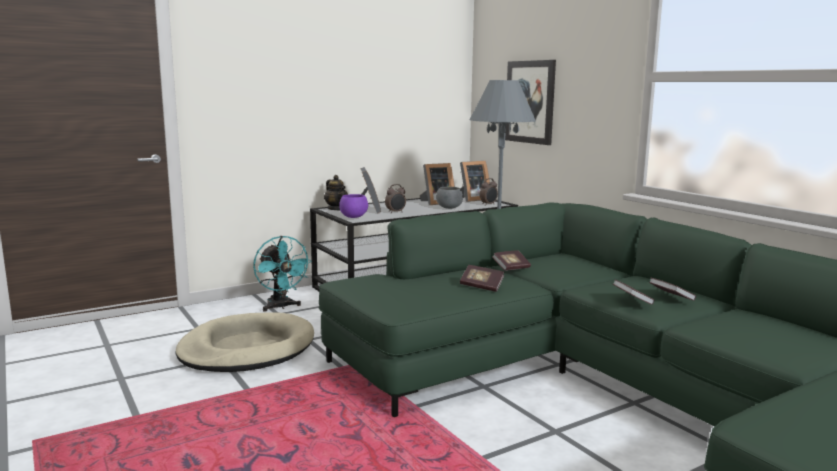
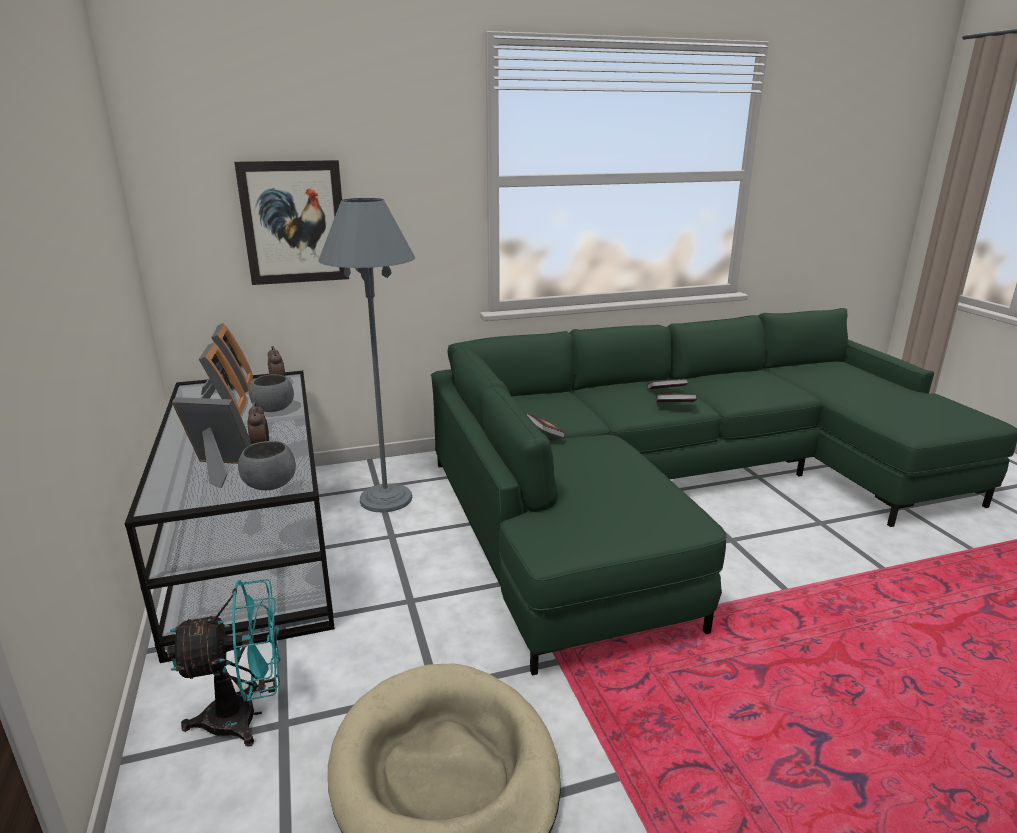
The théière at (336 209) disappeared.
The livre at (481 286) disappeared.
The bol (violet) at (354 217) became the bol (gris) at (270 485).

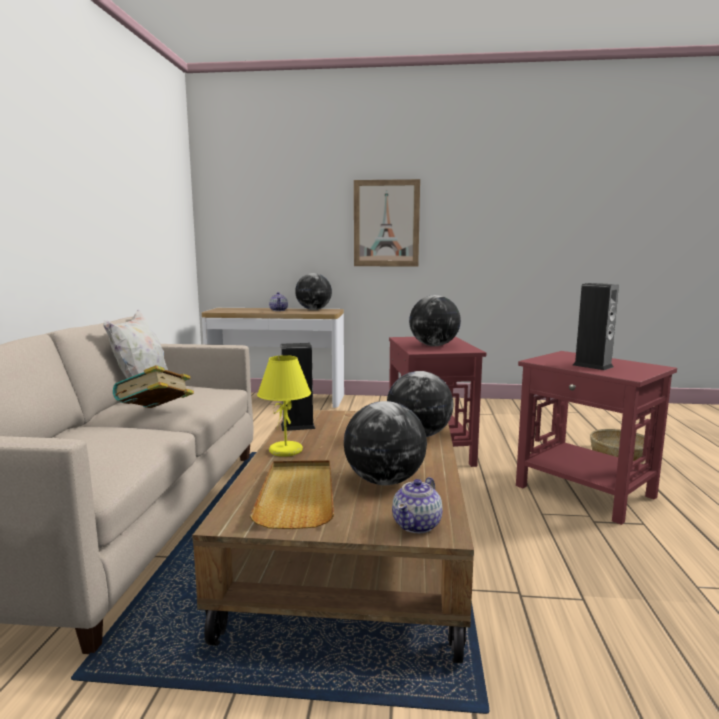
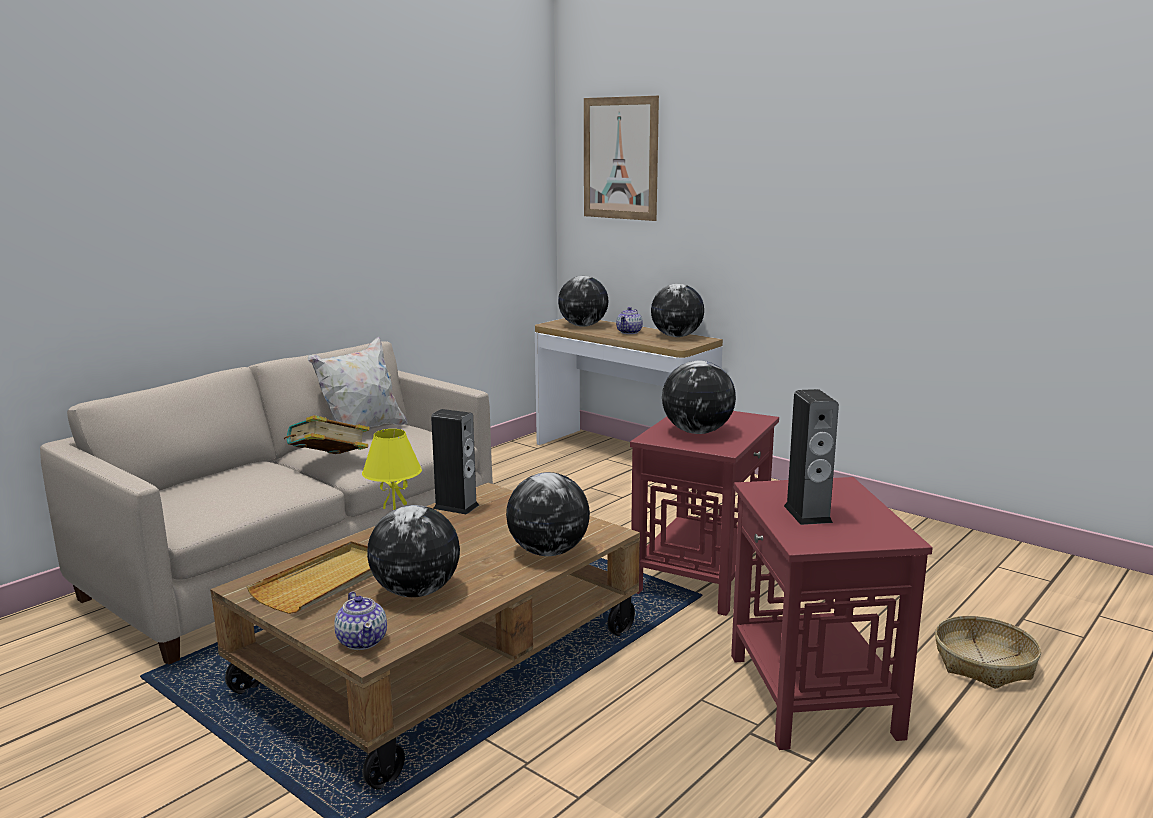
The globe at (583 326) appeared.
The tableau moved from (386 223) to (620 158).
The théière at (417 525) turned 90 degrees counterclockwise.

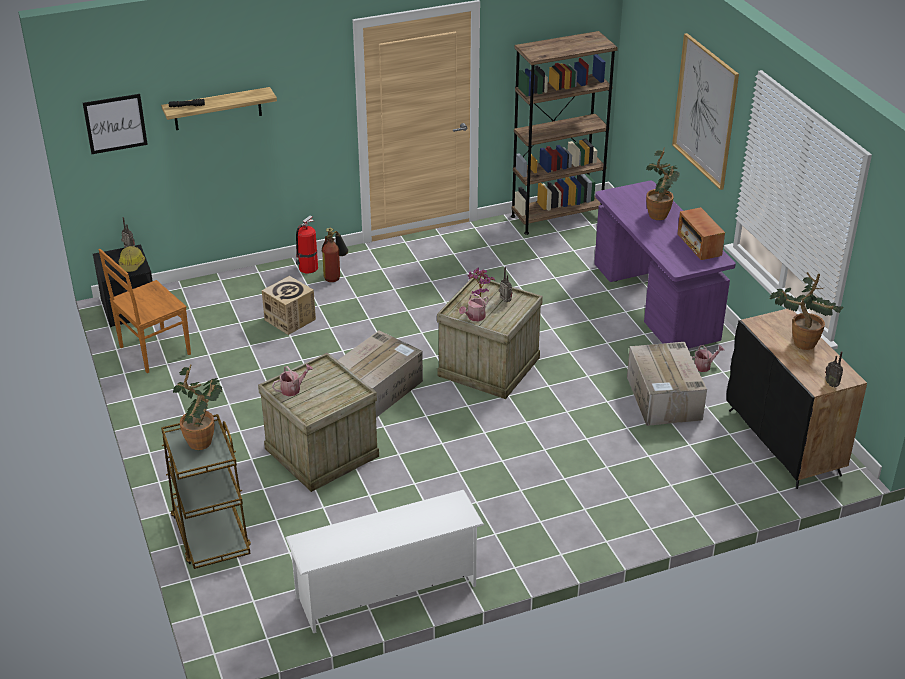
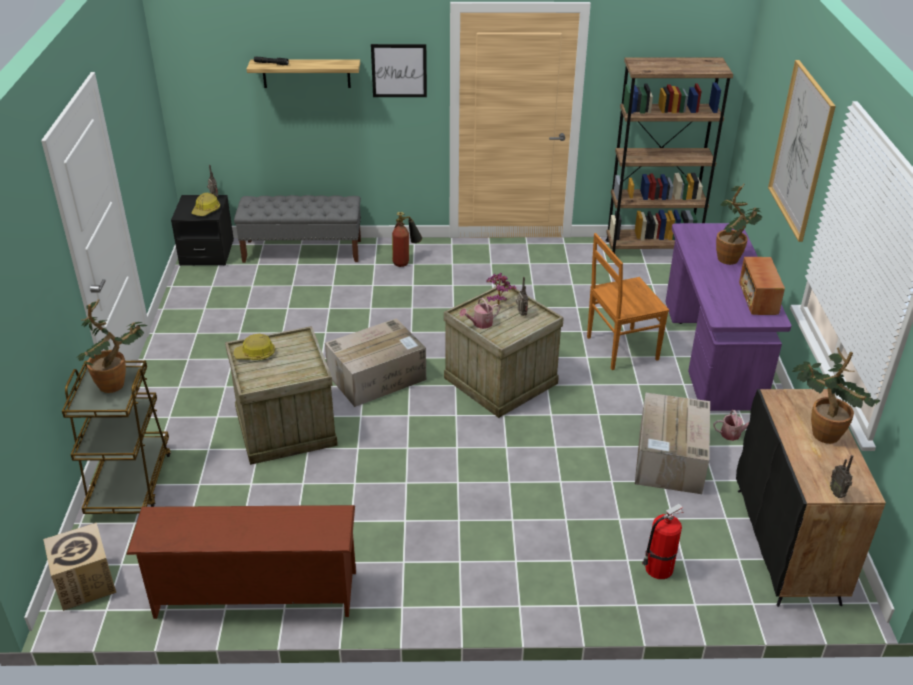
The banc (gris) at (303 251) appeared.
The tableau moved from (115 123) to (399 70).
The chaise (marron) moved from (153 351) to (620 348).
The carton moved from (290 319) to (85 583).
The extincteur moved from (307 268) to (658 569).
The arrosoir at (293 389) was replaced by the casque de chantier at (255 354).
The étagère à chaussures (blanc) at (387 593) became the étagère à chaussures (marron) at (254 596).

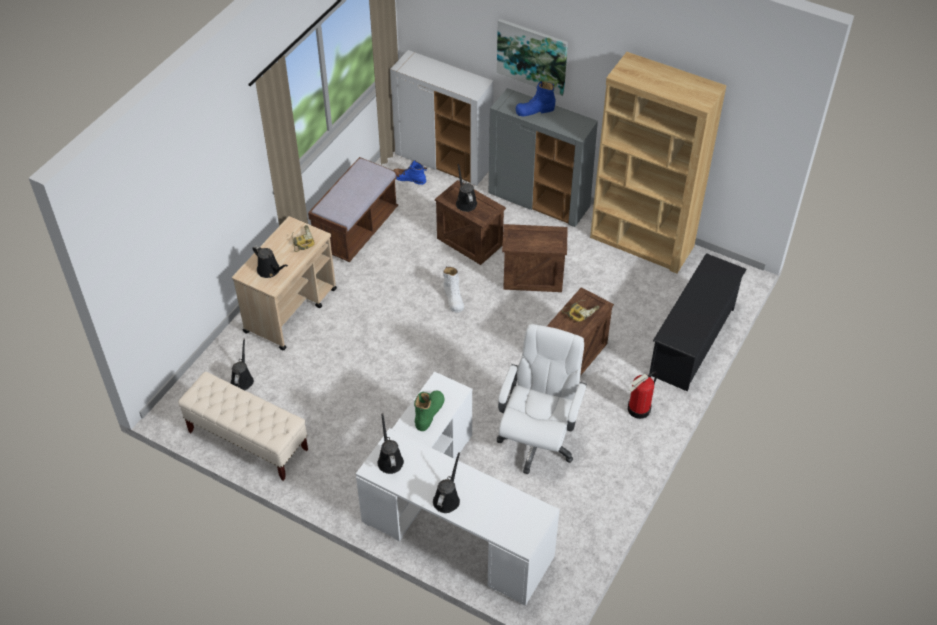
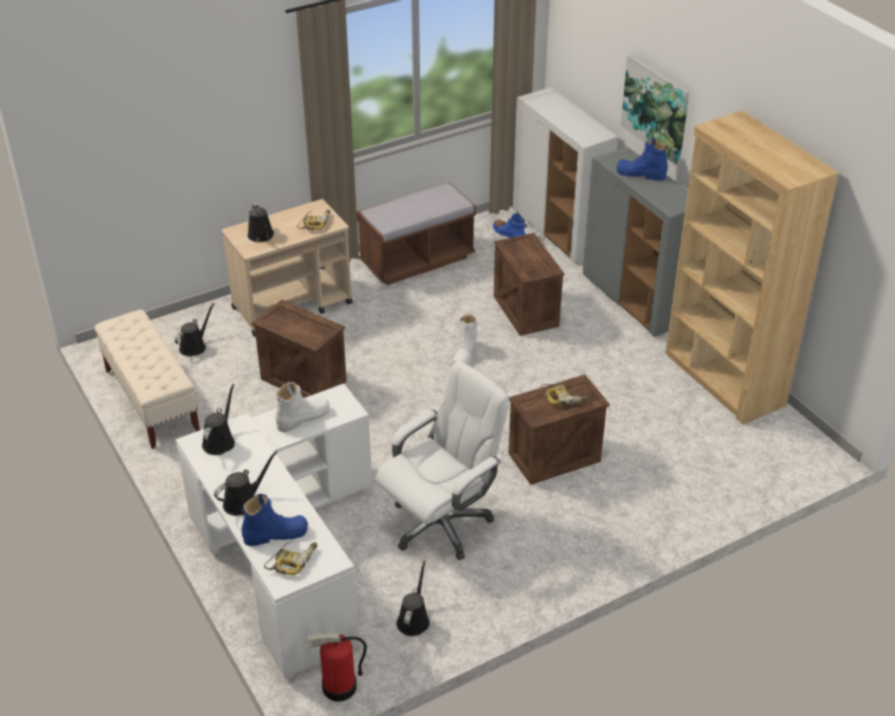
The étagère à chaussures (noir) at (692 342) disappeared.
The botte (bleu) at (275 534) appeared.
The perceuse at (292 560) appeared.
The arrosoir (noir) moved from (465 202) to (414 620).
The caisse moved from (533 277) to (304 380).
The extincteur moved from (639 409) to (339 687).
The botte (vert) at (429 413) became the botte (blanc) at (303 418).

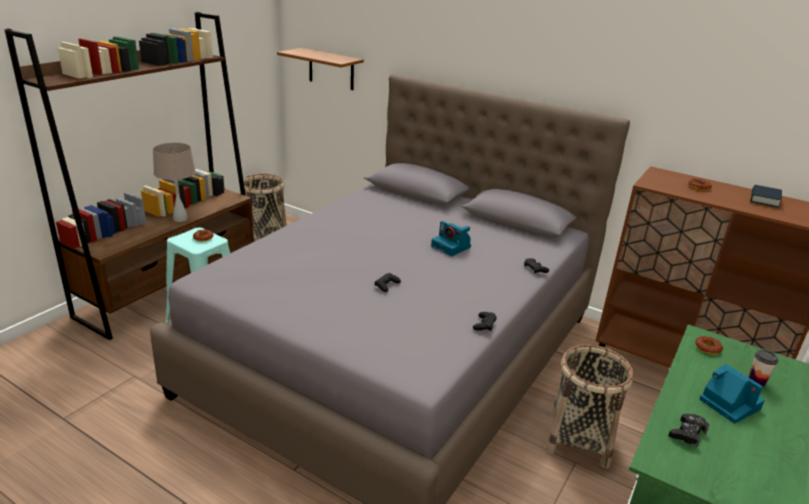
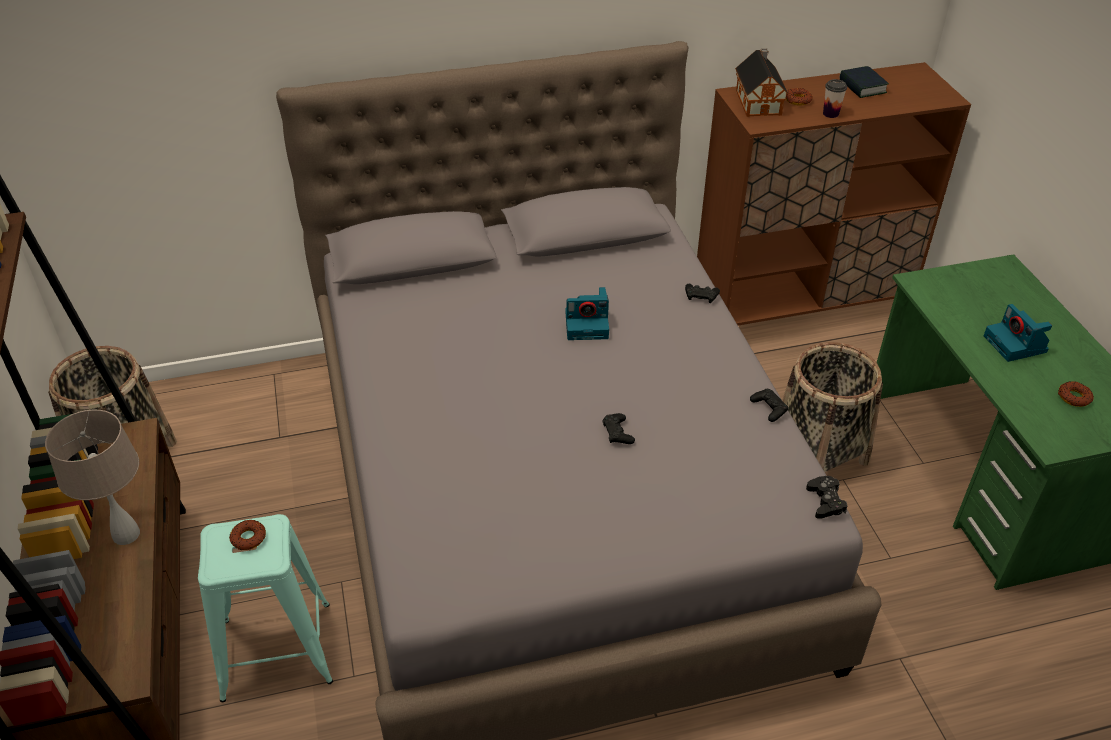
The étagère at (331 69) disappeared.
The maison miniature at (758 101) appeared.
The manette (noir) moved from (687 433) to (825 501).
The beignet moved from (707 348) to (1074 397).
The tasse moved from (756 381) to (830 114).
The appareil photo at (728 403) turned 120 degrees counterclockwise.

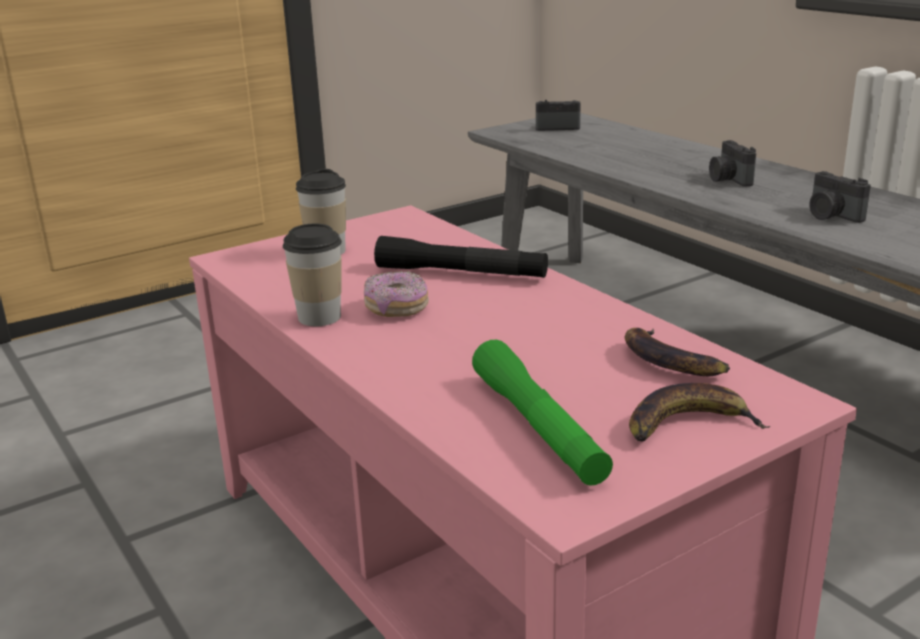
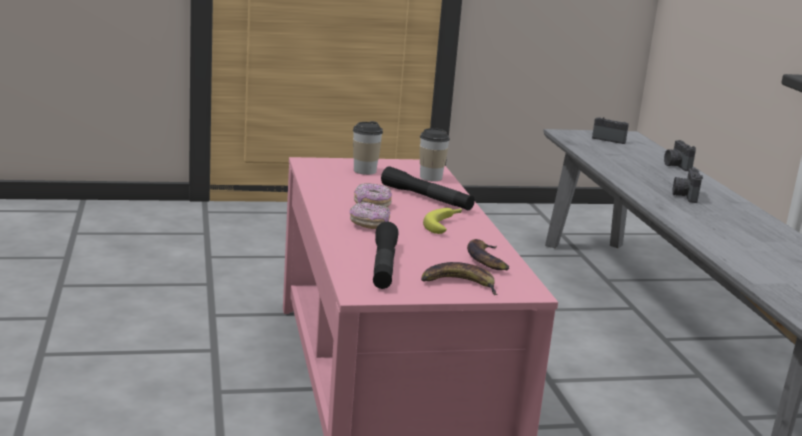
The beignet at (369 225) appeared.
The banane at (445 225) appeared.
The tasse moved from (319 317) to (431 177).
The appareil photo moved from (831 216) to (676 166).
The lampe de poche (vert) at (538 427) became the lampe de poche (noir) at (384 265).

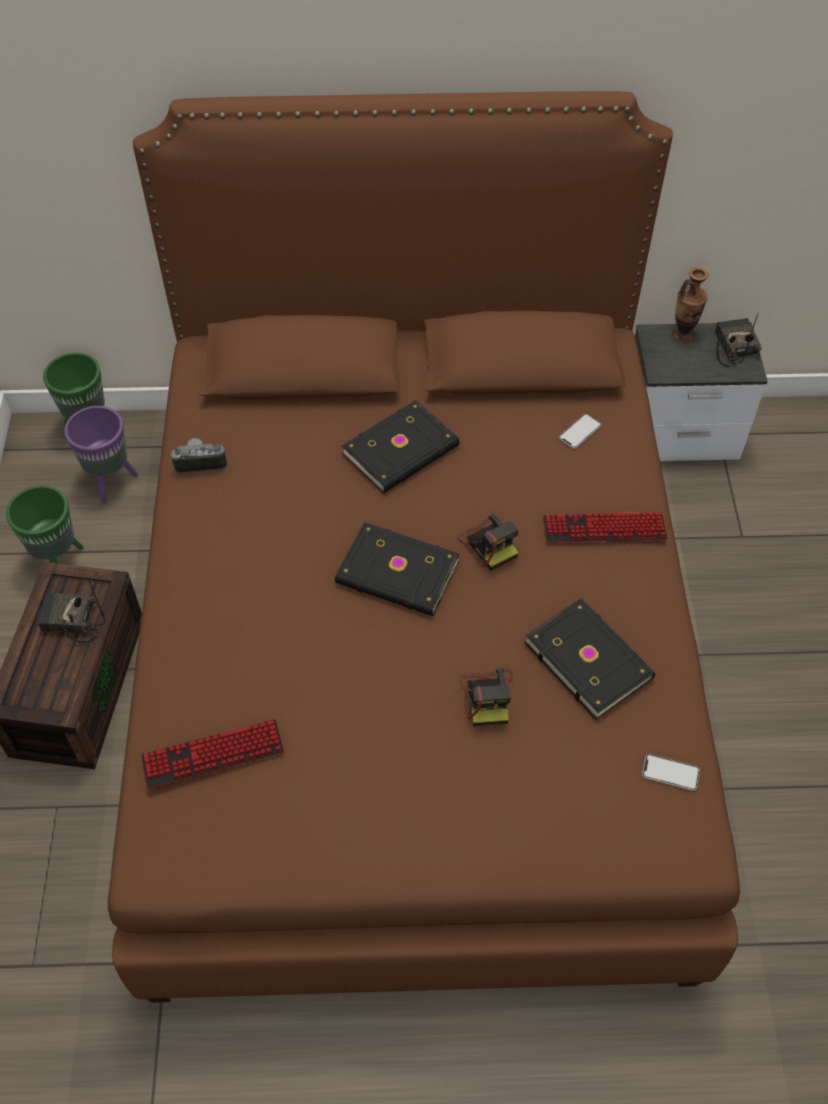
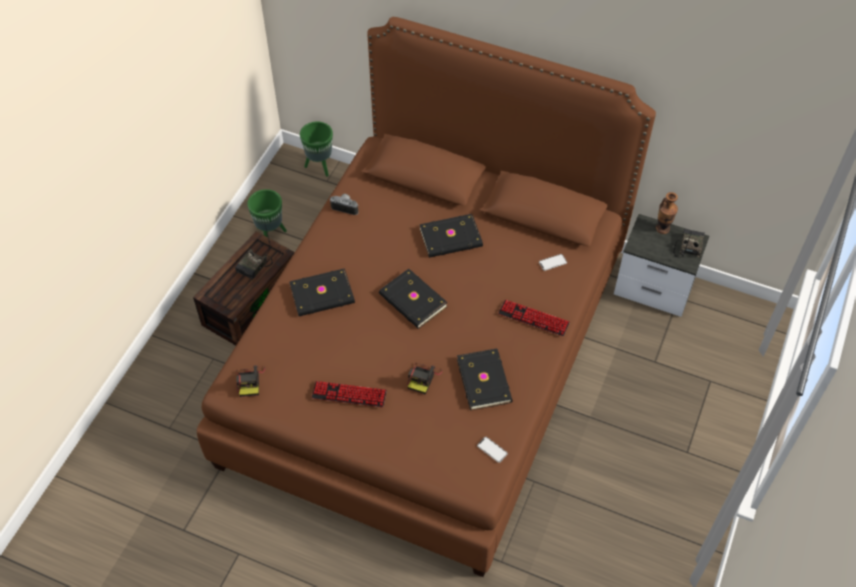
The cache-pot (violet) at (111 482) disappeared.
The livre (noir) at (323 295) appeared.
The clavier moved from (213 755) to (349 395).
The appareil photo moved from (488 543) to (250 381).
The radio at (70 622) turned 90 degrees counterclockwise.

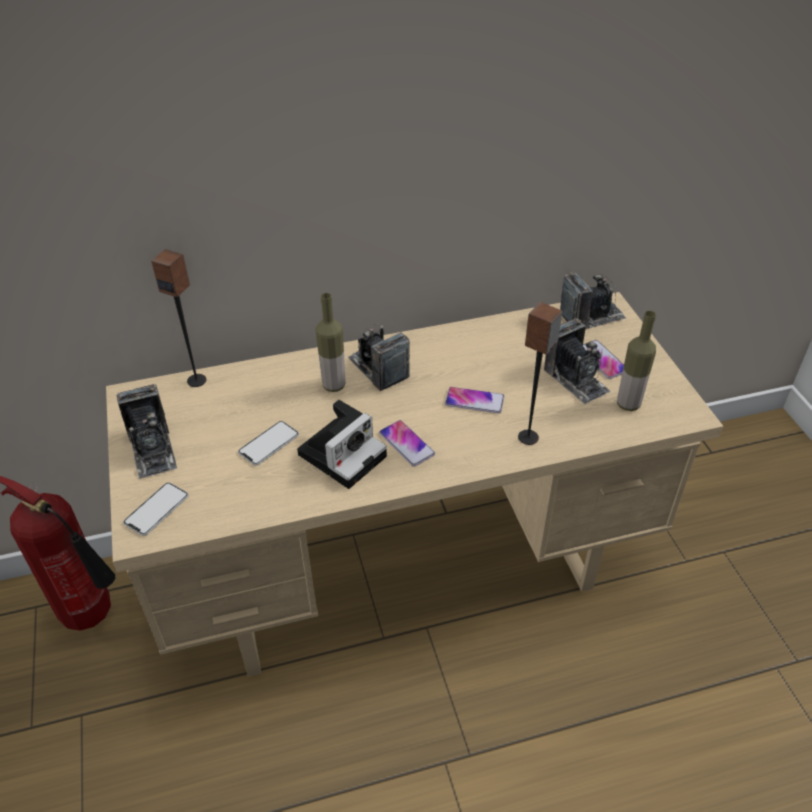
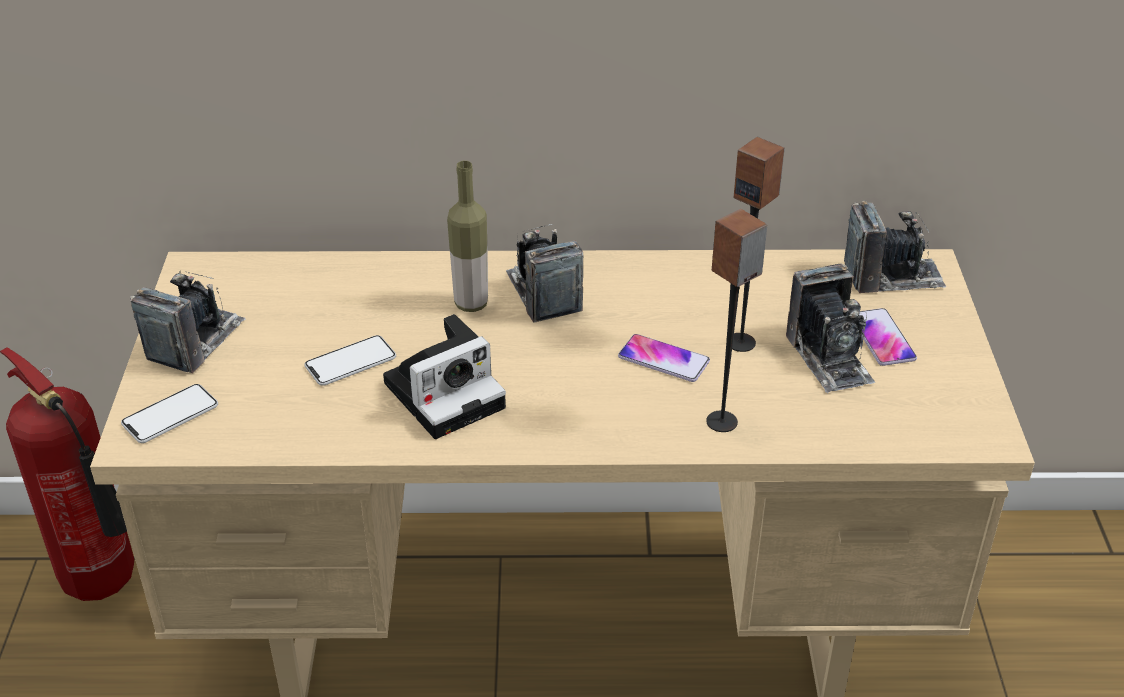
The téléphone at (406 444) disappeared.
The bouteille at (628 404) disappeared.
The enceinte moved from (197 380) to (741 342).
The appareil photo at (153 450) turned 150 degrees counterclockwise.

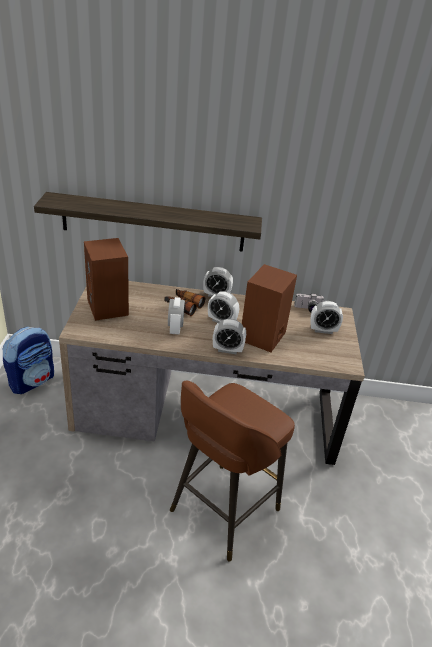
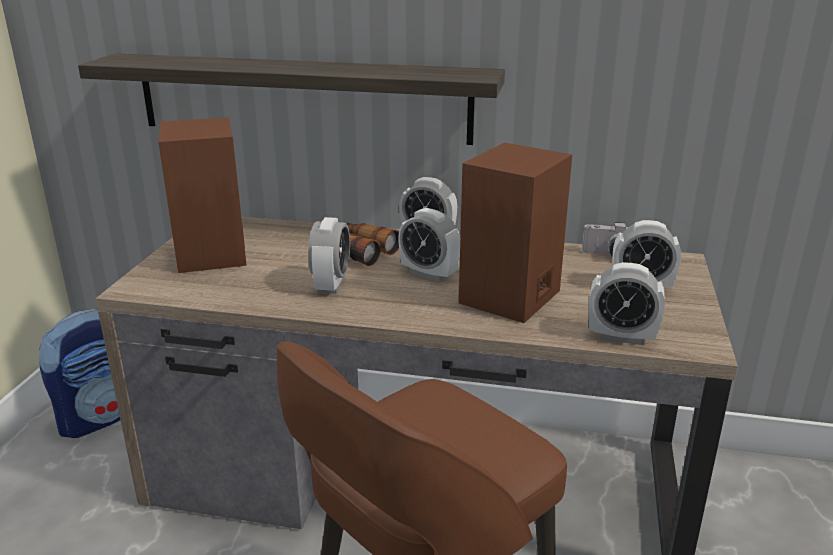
The réveil moved from (227 350) to (621 337).

